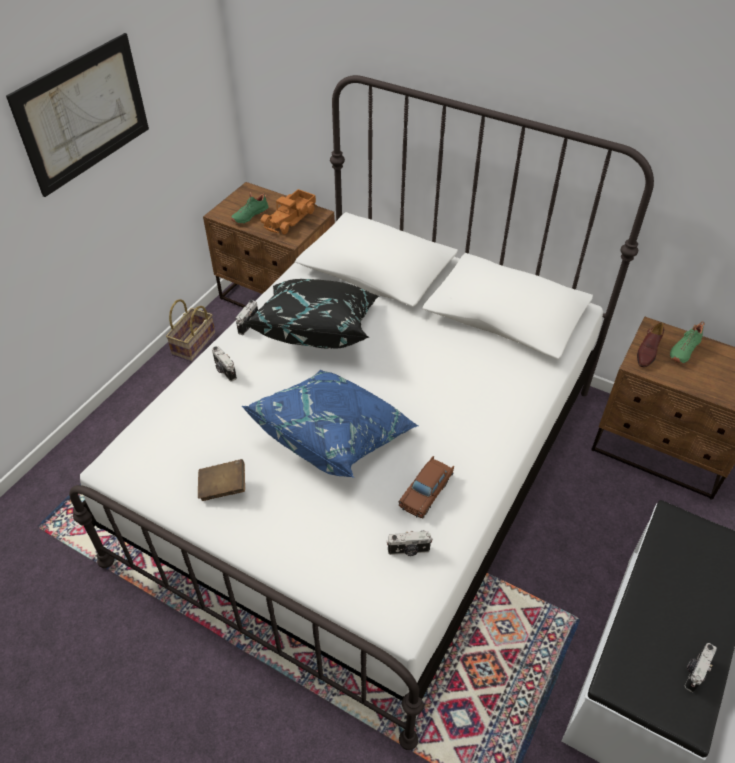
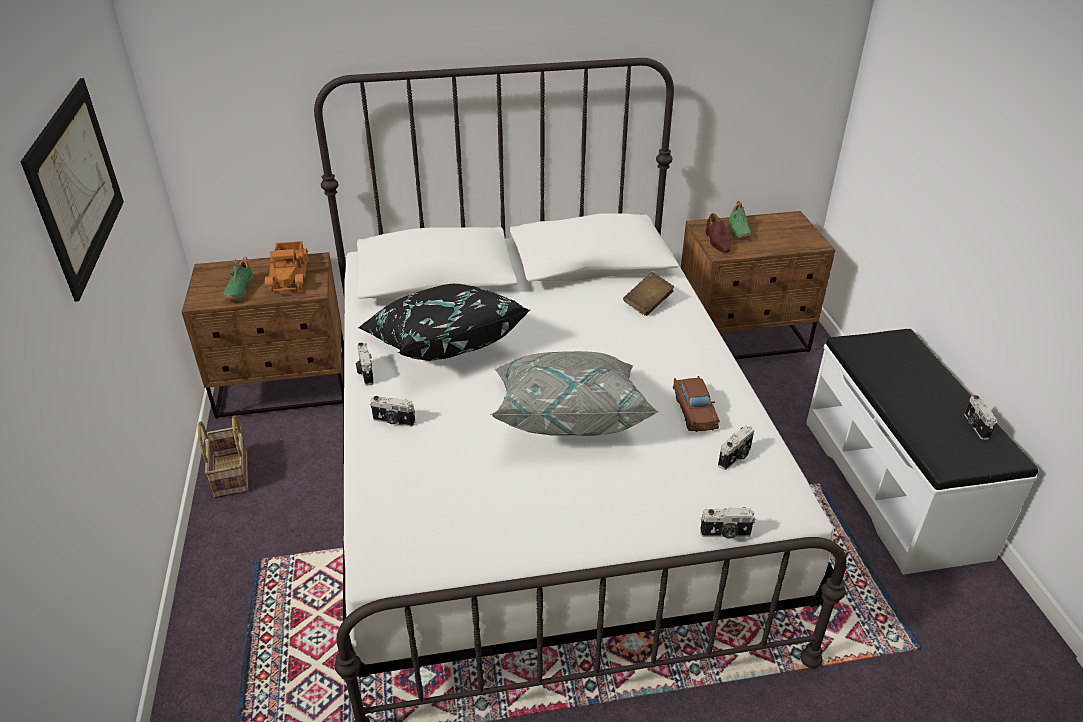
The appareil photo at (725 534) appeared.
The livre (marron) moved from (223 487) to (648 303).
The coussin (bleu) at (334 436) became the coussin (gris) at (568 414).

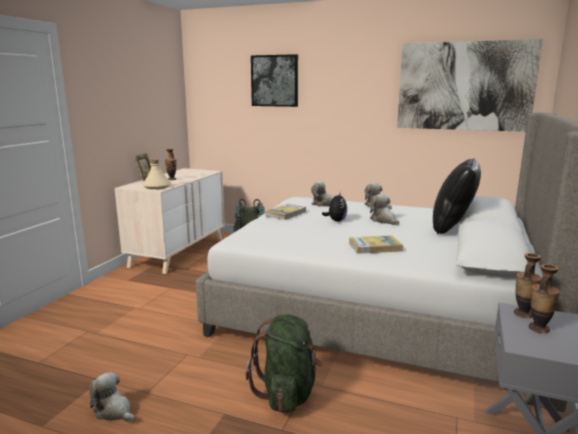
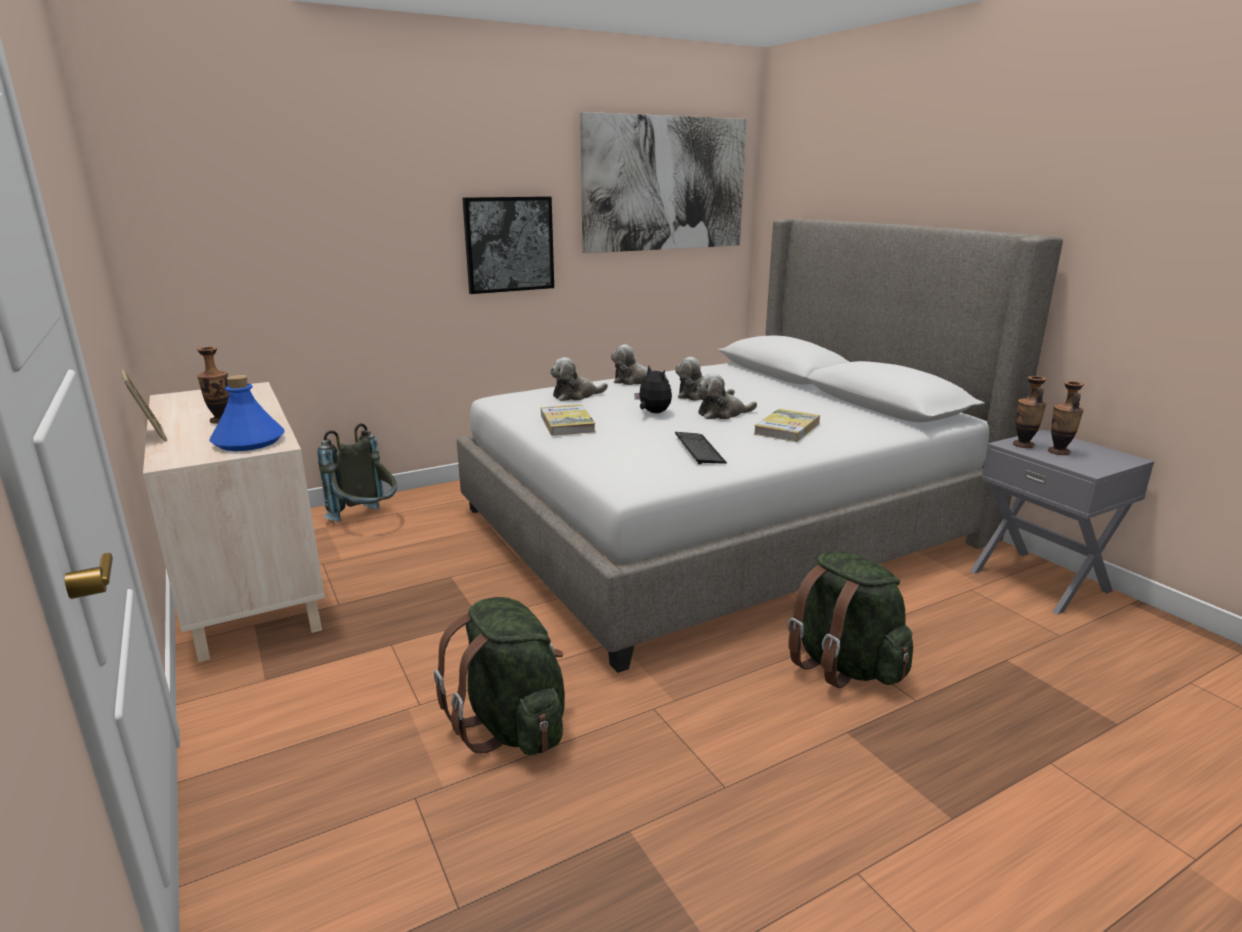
The coussin (noir) at (453 227) disappeared.
The sac à dos (vert) at (512 725) appeared.
The clavier at (699 449) appeared.
The peluche moved from (114 411) to (722 414).
The tableau moved from (274 81) to (509 244).
The bouteille (beige) at (157 186) became the bouteille (bleu) at (249 442).

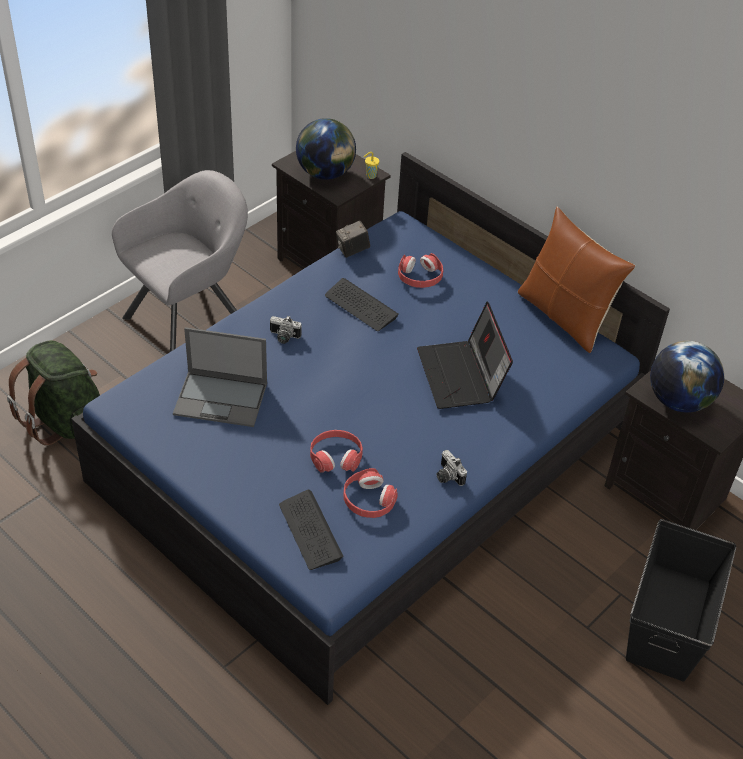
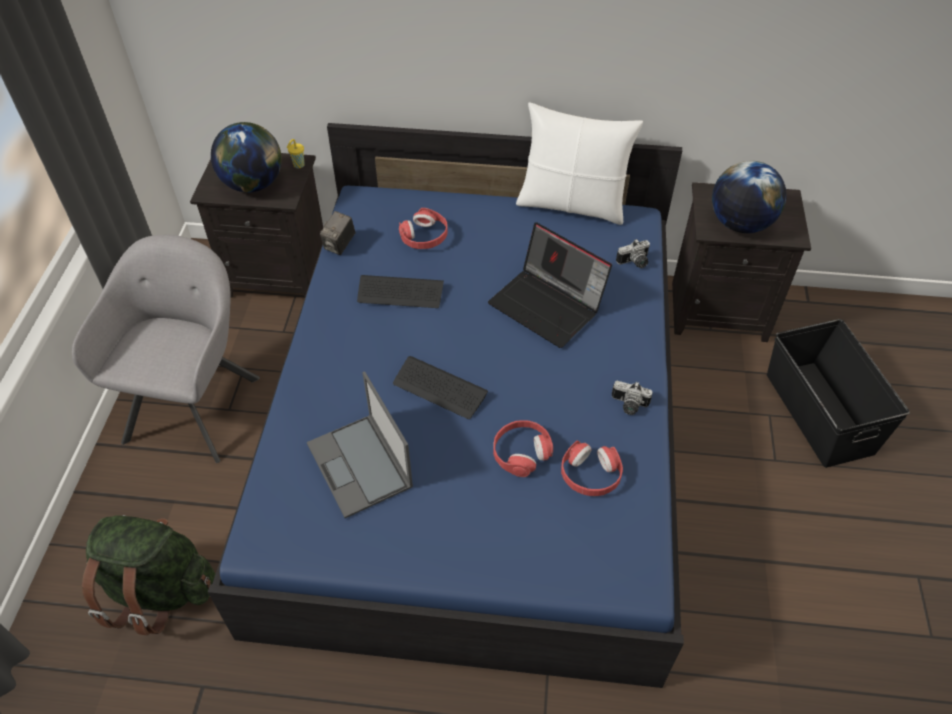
The appareil photo moved from (283 337) to (634 263).
The clavier moved from (310 531) to (439 389).
The coussin (marron) at (564 316) became the coussin (blanc) at (572 205).
The ordinateur portable at (222 399) turned 90 degrees clockwise.

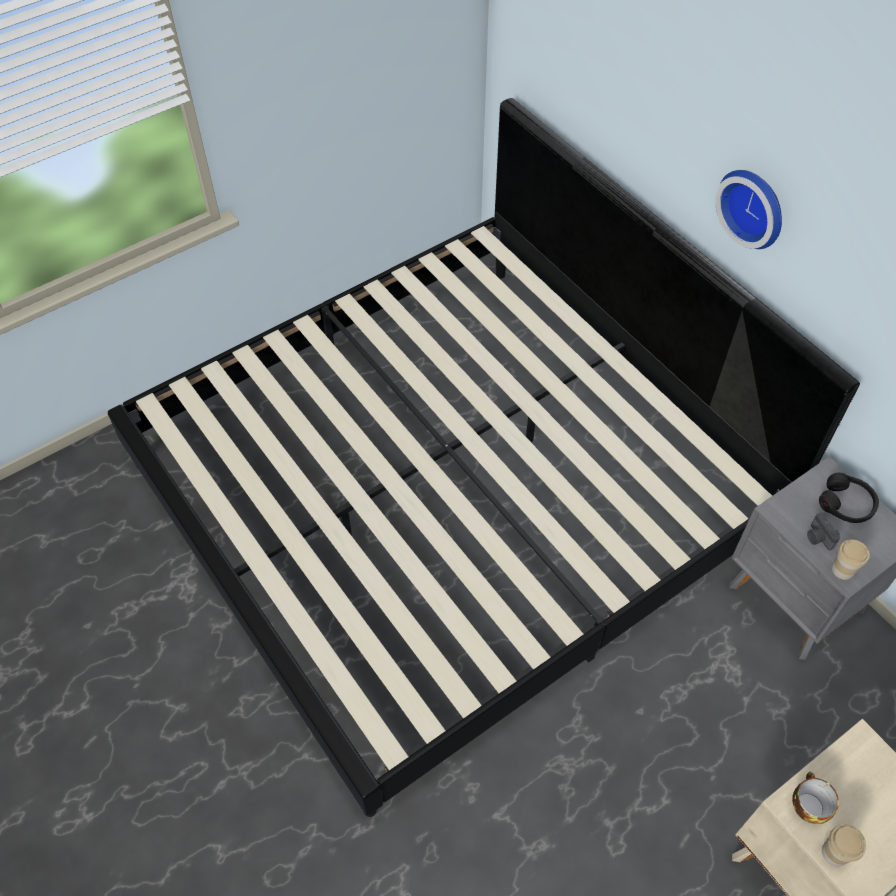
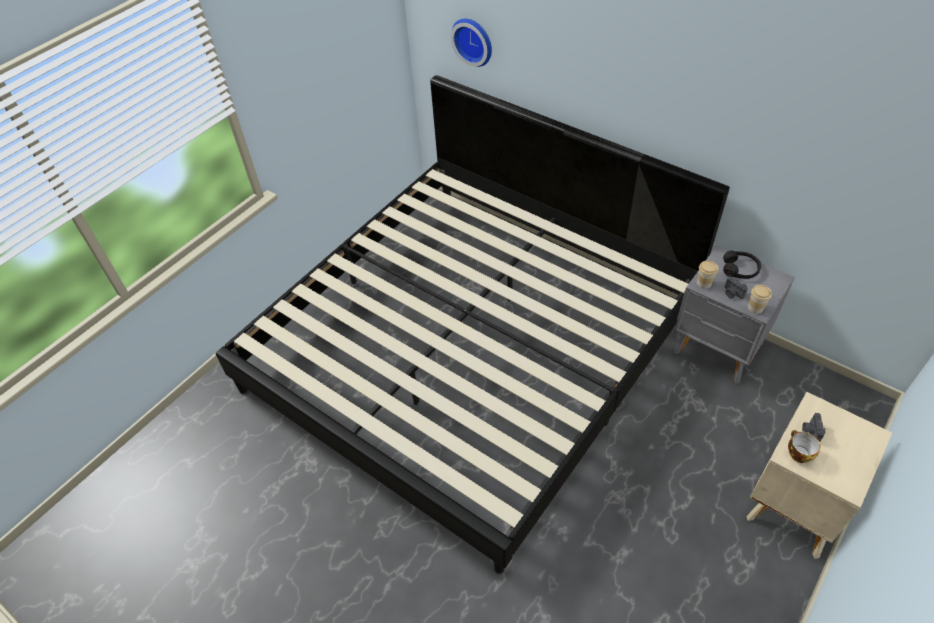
The appareil photo at (810 431) appeared.
The horloge murale moved from (754 206) to (474 40).
The tasse moved from (834 853) to (704 283).

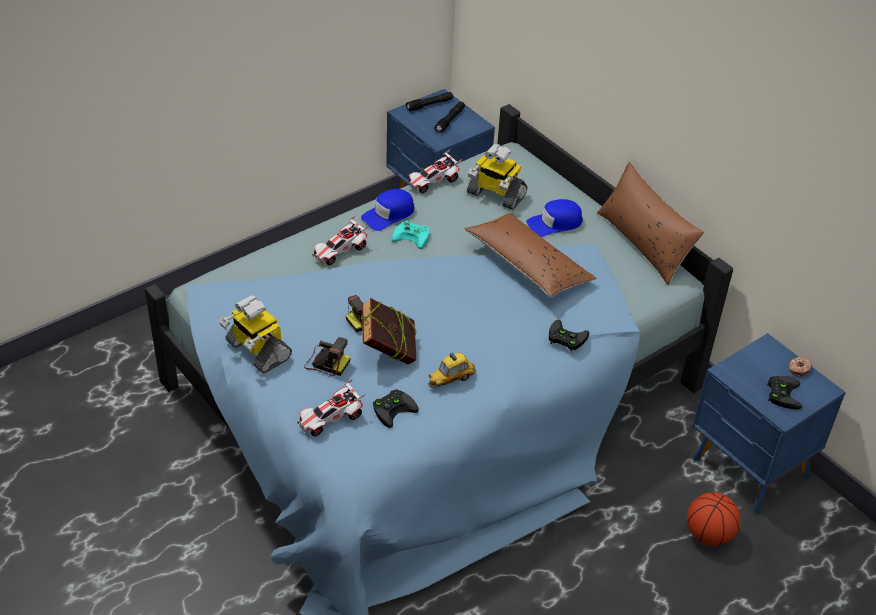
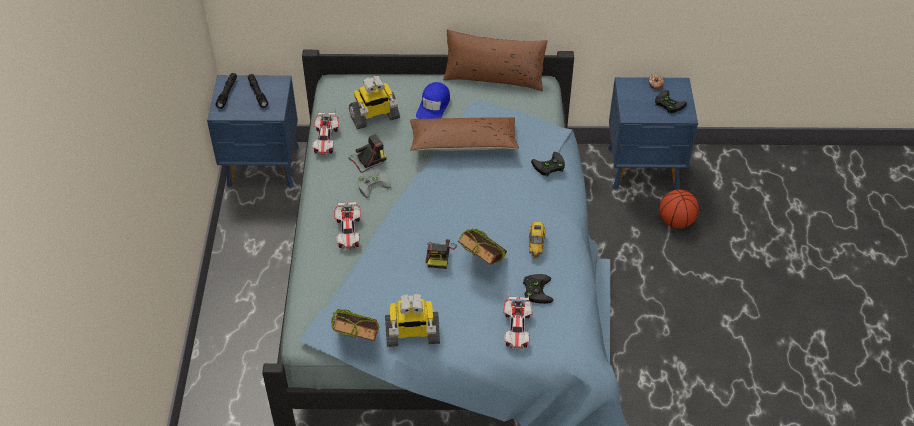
The casquette (bleu) at (388 214) disappeared.
The livre at (357 341) appeared.
The appareil photo moved from (326 362) to (367 160).
The manette (turquoise) at (413 236) became the manette (gris) at (373 184).

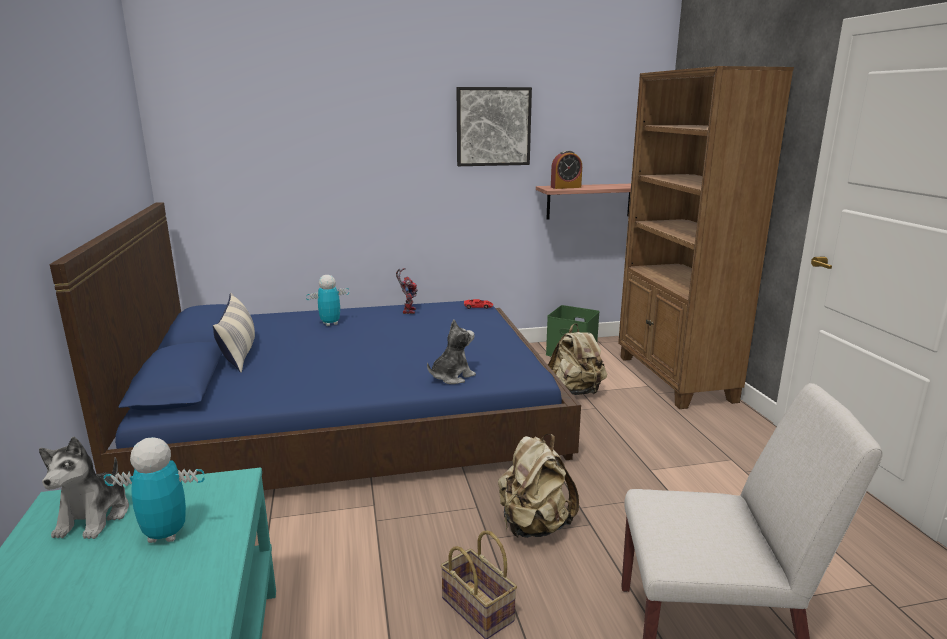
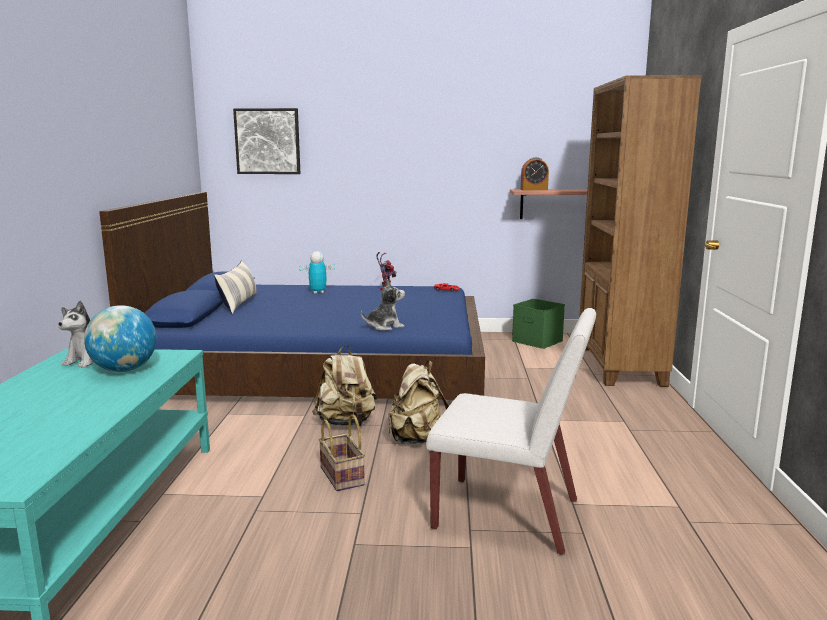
The tableau moved from (493 126) to (267 141).
The sac à dos (beige) moved from (574 392) to (346 423).
The robot jouet at (165 534) was replaced by the globe at (124 370).

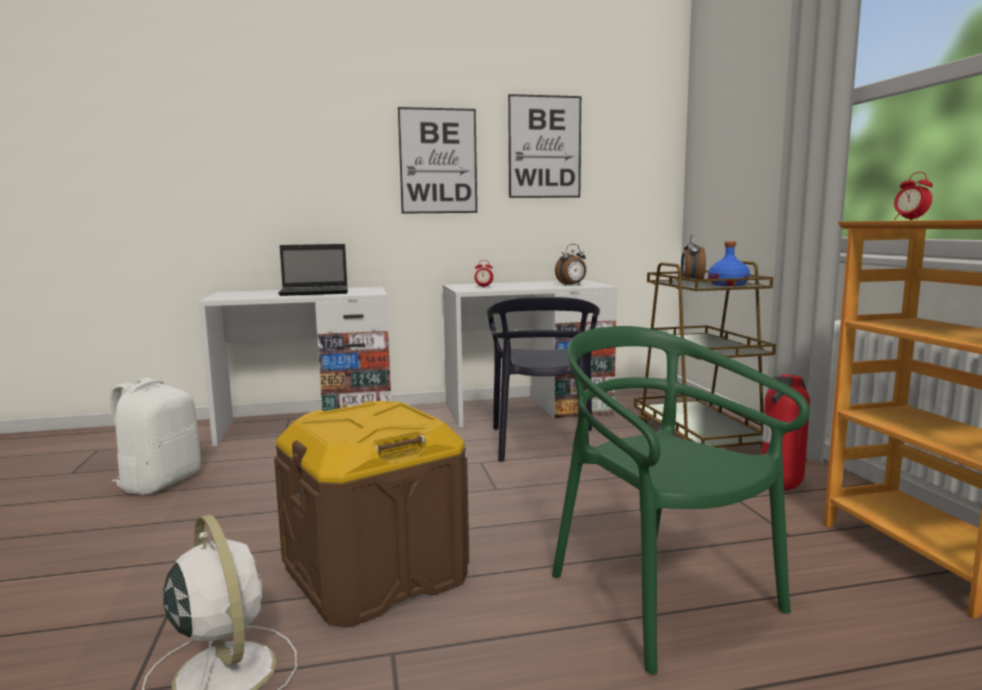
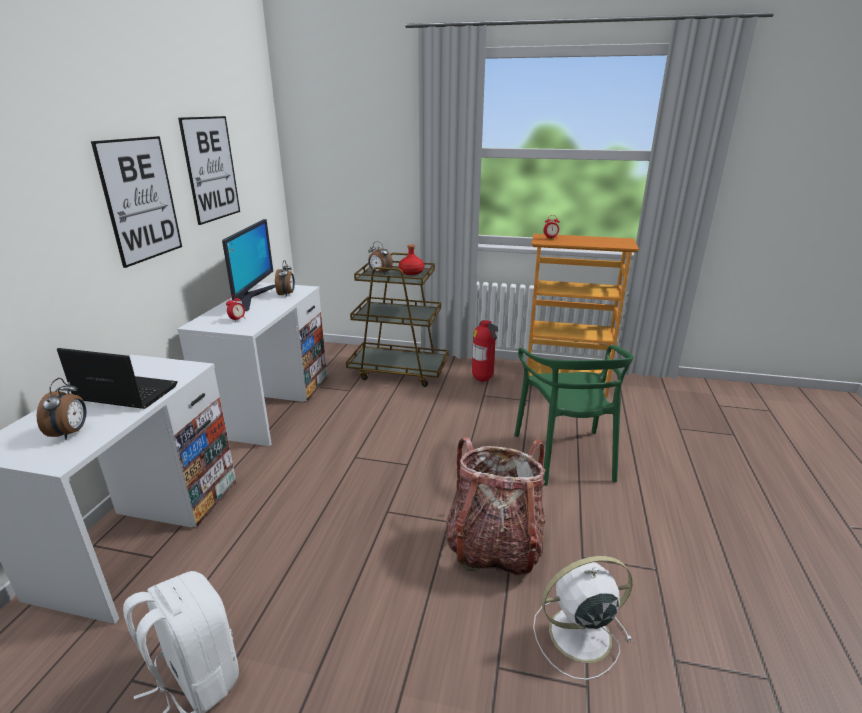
The chaise (noir) at (542 443) disappeared.
The réveil at (71 433) appeared.
The écran d'ordinateur at (252 297) appeared.
The boîte de rangement (marron) at (376 574) was replaced by the sac à dos at (494 546).
The bouteille (bleu) at (728 284) became the bouteille (rouge) at (411 272).
The ordinateur portable at (316 292) turned 90 degrees counterclockwise.
The chaise (vert) at (661 598) turned 90 degrees counterclockwise.

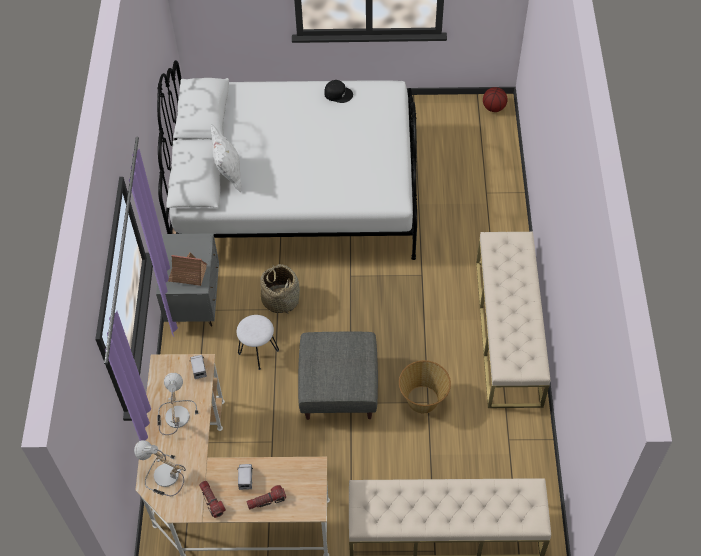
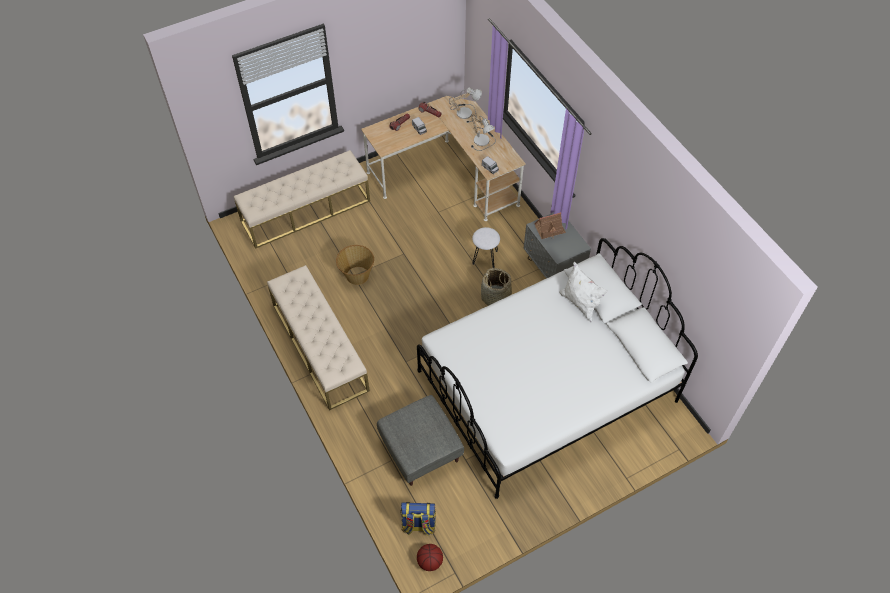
The casquette (noir) at (338 93) disappeared.
The sac à dos at (418 525) appeared.
The pouf (gris) moved from (338 388) to (421 449).

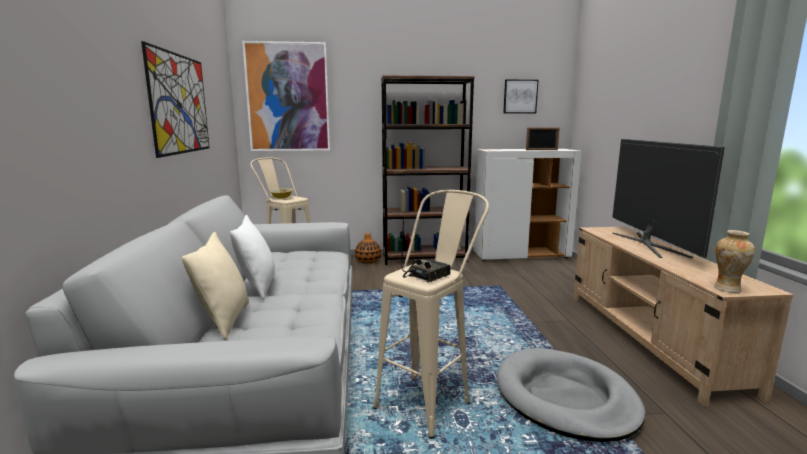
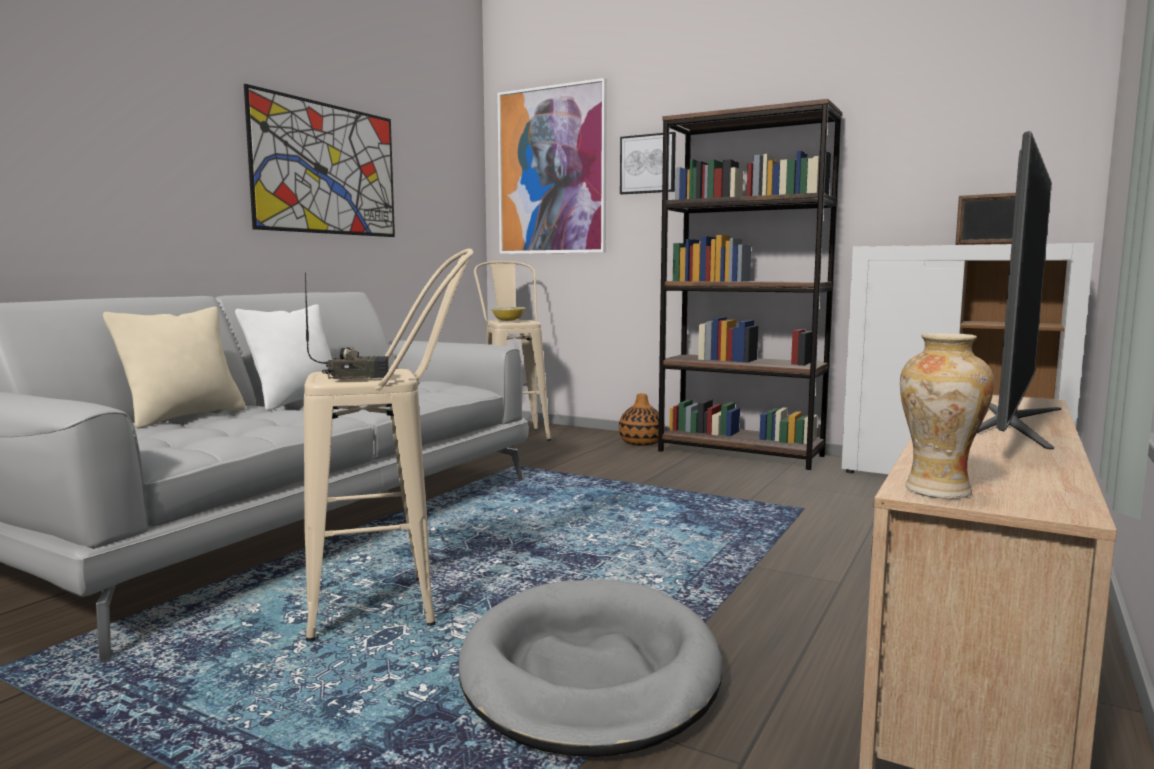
The tableau moved from (520 96) to (648 164).

